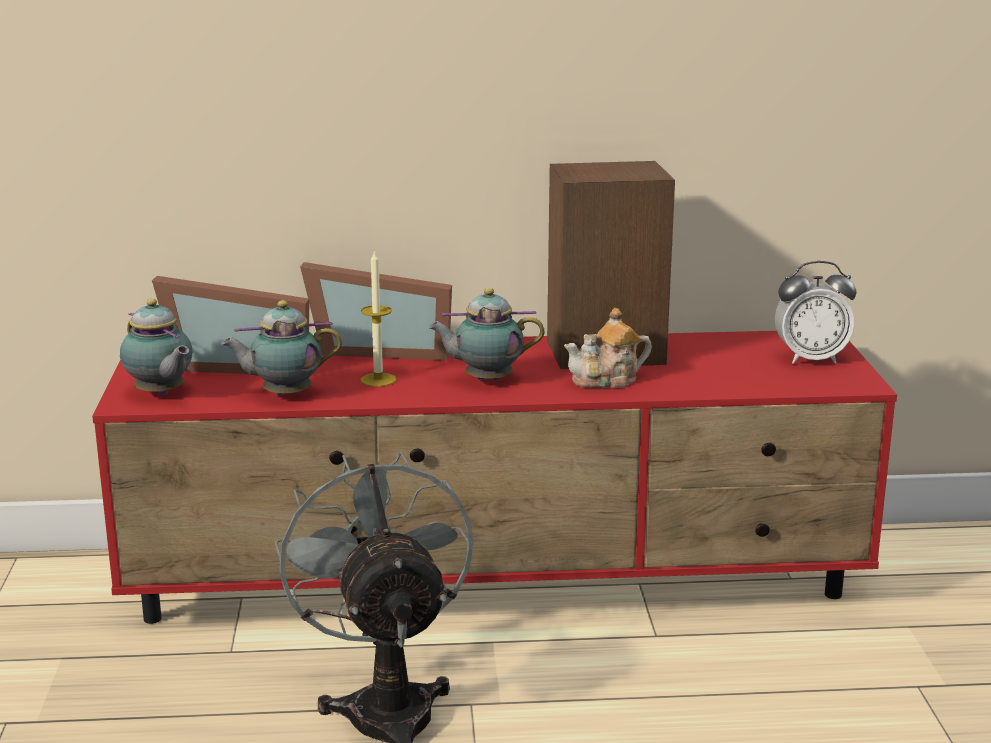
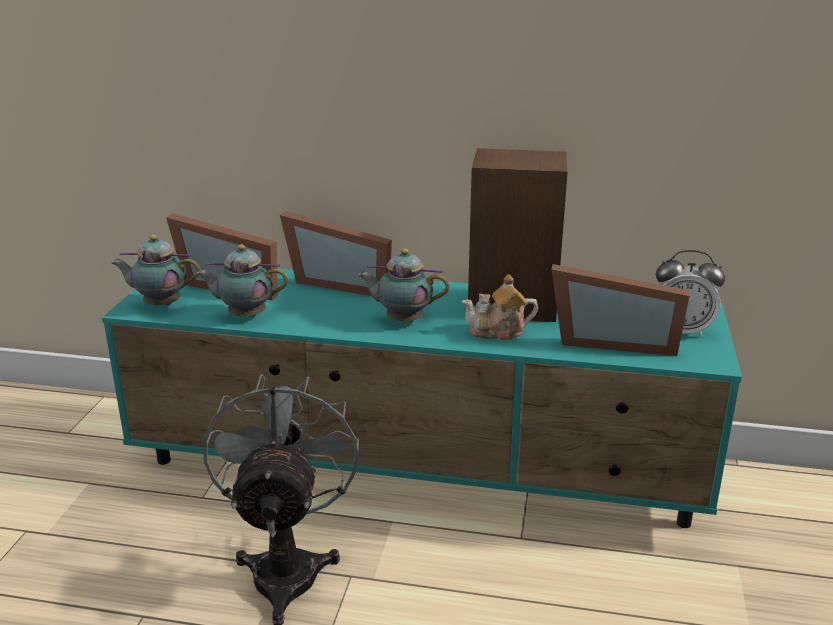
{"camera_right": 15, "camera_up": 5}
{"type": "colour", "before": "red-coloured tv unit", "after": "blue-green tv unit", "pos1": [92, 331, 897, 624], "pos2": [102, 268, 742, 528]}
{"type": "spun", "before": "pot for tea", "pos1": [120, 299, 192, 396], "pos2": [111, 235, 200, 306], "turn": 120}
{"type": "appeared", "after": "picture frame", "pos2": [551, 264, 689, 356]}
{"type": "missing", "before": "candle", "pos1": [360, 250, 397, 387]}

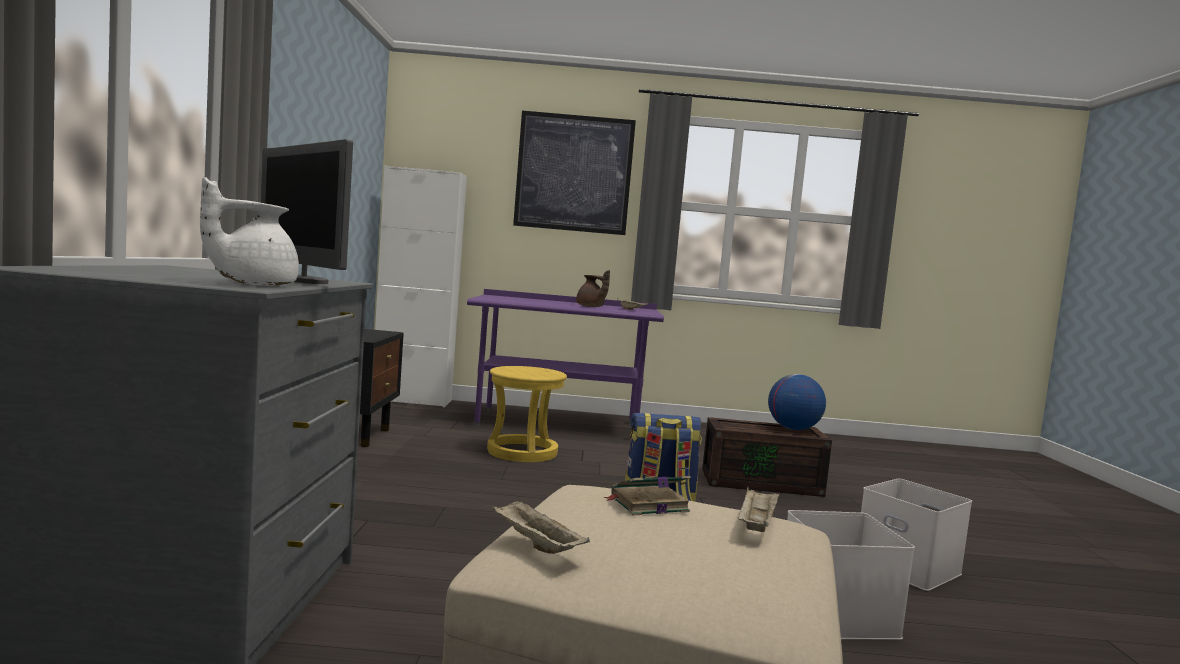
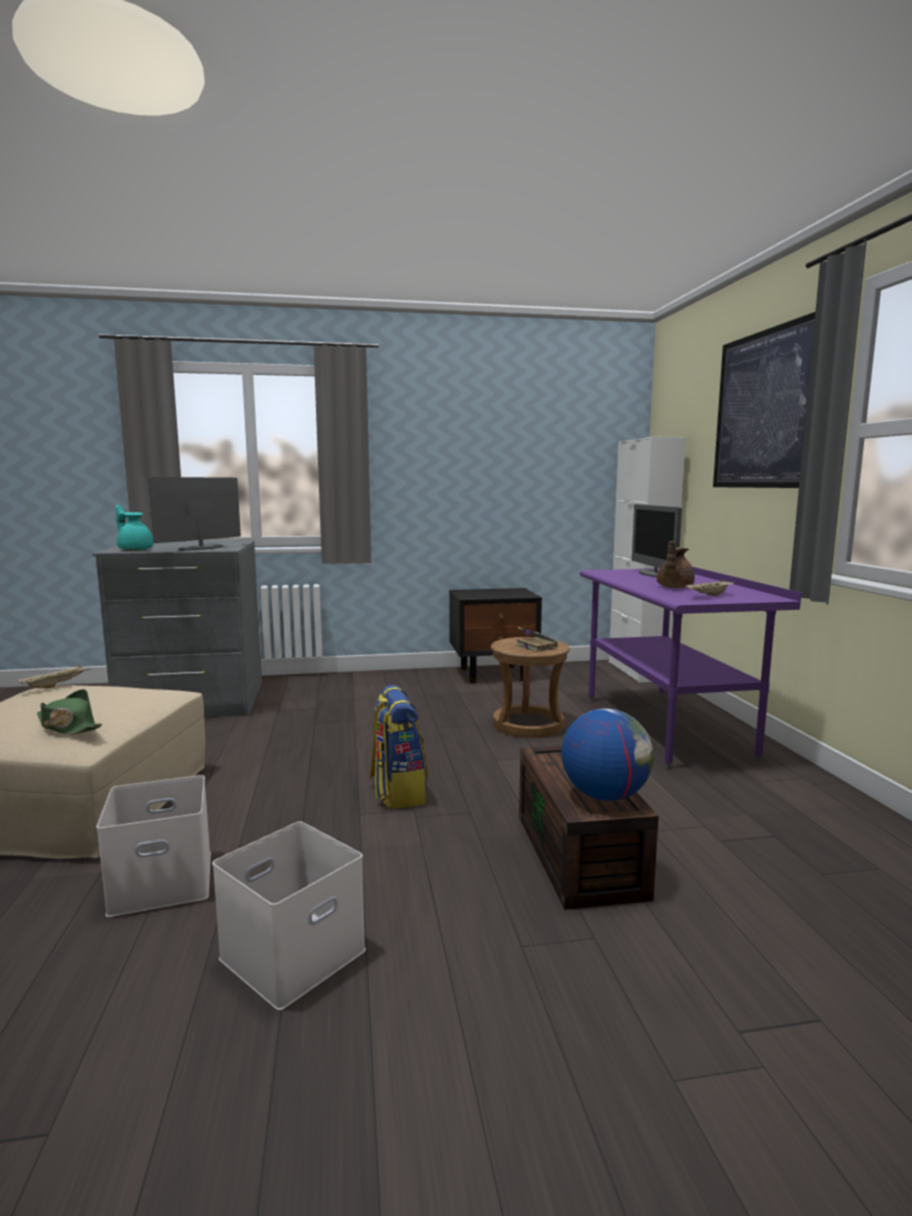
{"camera_right": 80, "camera_up": 5}
{"type": "exchanged", "before": "beige carrying tray", "after": "greenish clothing hat", "pos1": [738, 487, 780, 532], "pos2": [37, 689, 102, 735]}
{"type": "colour", "before": "whitish pot for tea", "after": "blue-green pot for tea", "pos1": [200, 177, 299, 286], "pos2": [116, 505, 154, 551]}
{"type": "colour", "before": "yellow sitting stool", "after": "brown sitting stool", "pos1": [487, 366, 567, 462], "pos2": [491, 637, 570, 738]}
{"type": "relocated", "before": "volume", "pos1": [604, 476, 691, 516], "pos2": [516, 627, 558, 652]}
{"type": "appeared", "after": "computer display", "pos2": [632, 504, 682, 577]}

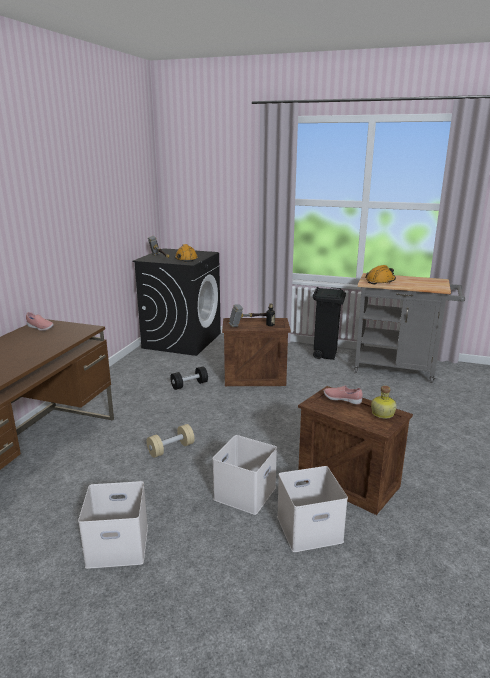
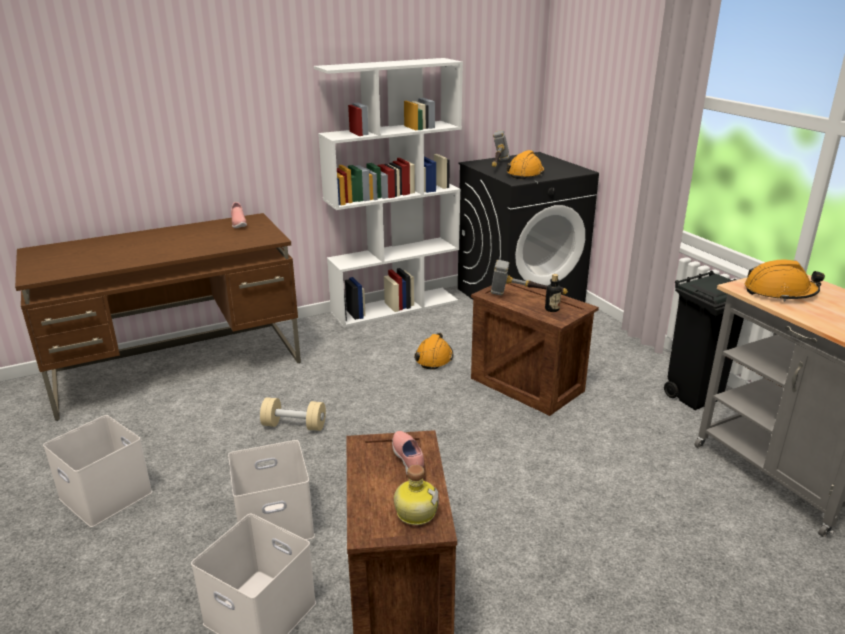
{"camera_right": 45, "camera_up": 5}
{"type": "appeared", "after": "whitish shelving unit", "pos2": [314, 58, 463, 327]}
{"type": "exchanged", "before": "blackish hand weight", "after": "orange-coloured safety helmet", "pos1": [170, 366, 208, 390], "pos2": [414, 333, 453, 370]}

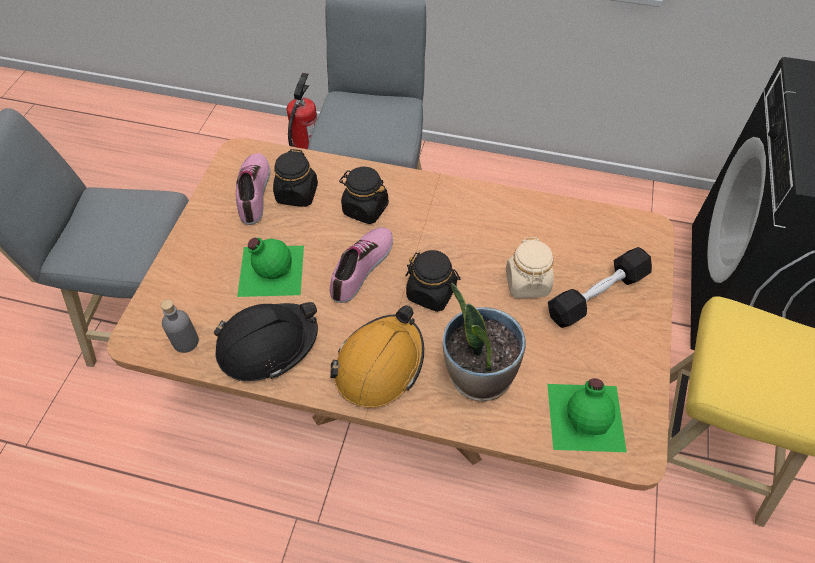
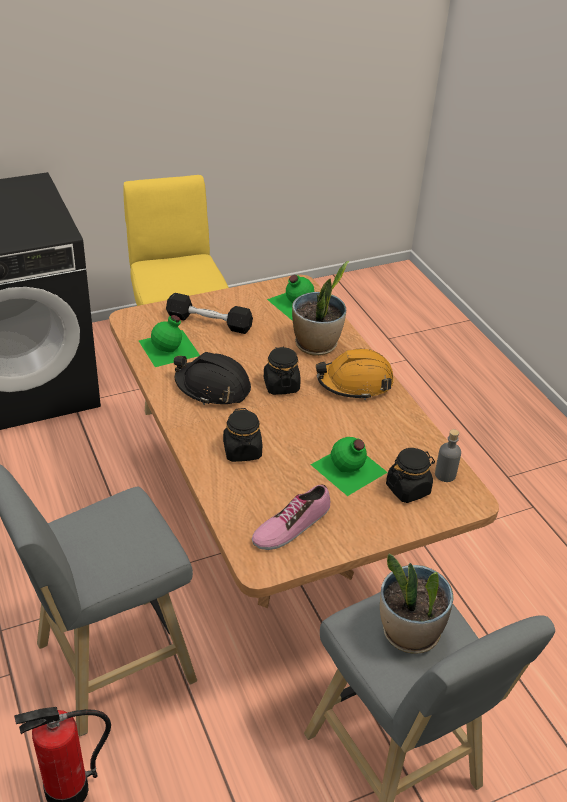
{"camera_right": -130, "camera_up": -15}
{"type": "appeared", "after": "greenish drink bottle", "pos2": [139, 315, 200, 367]}
{"type": "relocated", "before": "blackish safety helmet", "pos1": [214, 302, 318, 381], "pos2": [174, 352, 251, 405]}
{"type": "appeared", "after": "plant in a pot", "pos2": [380, 554, 454, 654]}
{"type": "relocated", "before": "blackish jar", "pos1": [273, 149, 318, 207], "pos2": [386, 448, 435, 503]}
{"type": "missing", "before": "low shoe", "pos1": [330, 227, 393, 303]}
{"type": "missing", "before": "beige jar", "pos1": [506, 237, 554, 298]}

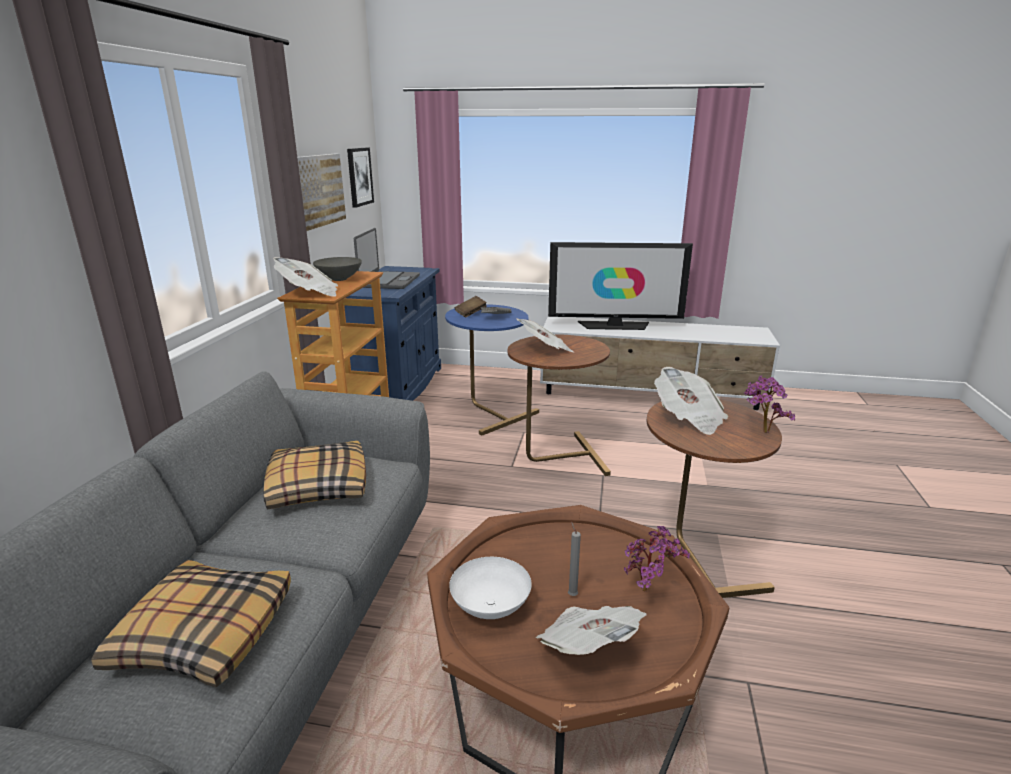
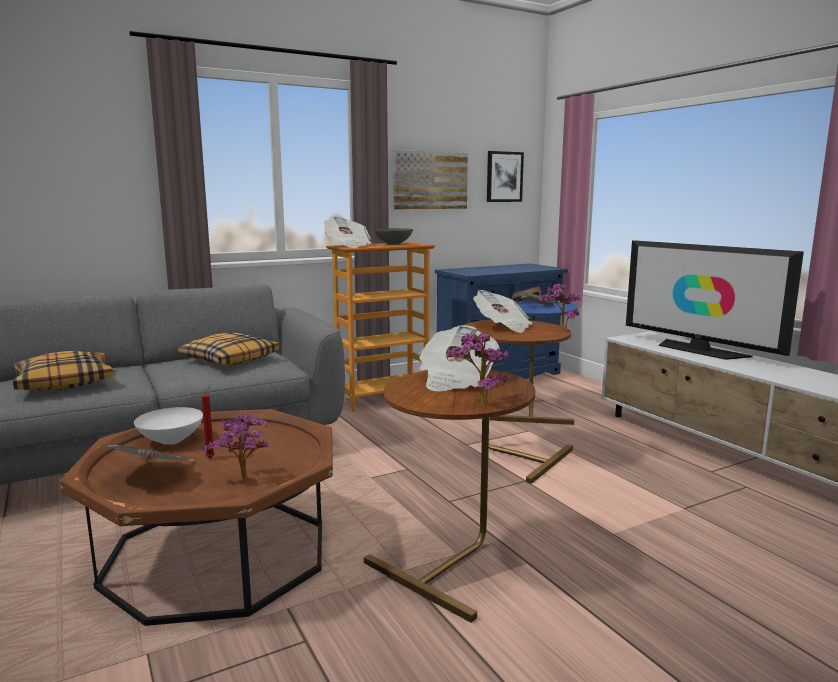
{"camera_right": 50, "camera_up": -10}
{"type": "colour", "before": "gray candle", "after": "red-coloured candle", "pos1": [568, 522, 581, 596], "pos2": [201, 386, 215, 458]}
{"type": "appeared", "after": "plant in a pot", "pos2": [539, 283, 580, 332]}
{"type": "missing", "before": "portable computer", "pos1": [354, 228, 420, 289]}

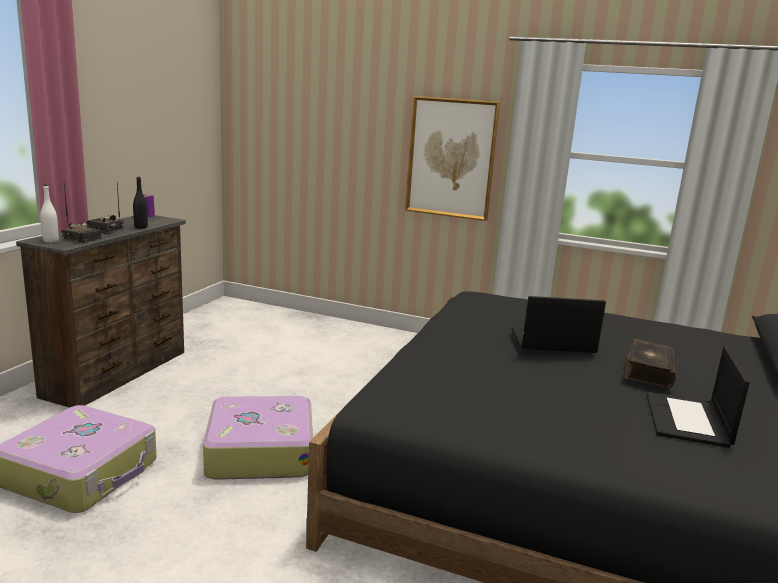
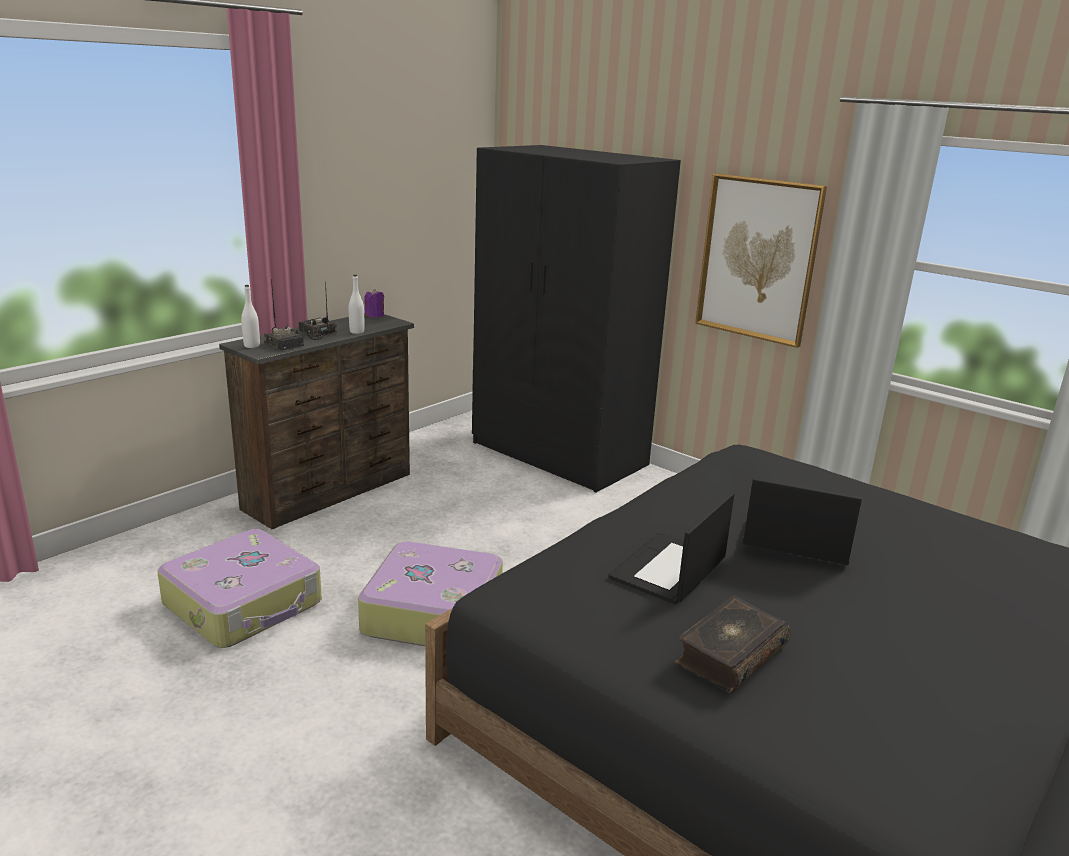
{"camera_right": 20, "camera_up": 5}
{"type": "colour", "before": "blackish drink bottle", "after": "whitish drink bottle", "pos1": [133, 177, 148, 229], "pos2": [348, 275, 365, 334]}
{"type": "appeared", "after": "blackish wardrobe", "pos2": [472, 145, 681, 492]}
{"type": "relocated", "before": "portable computer", "pos1": [646, 346, 750, 448], "pos2": [608, 492, 734, 605]}
{"type": "relocated", "before": "volume", "pos1": [624, 338, 676, 388], "pos2": [674, 596, 791, 693]}

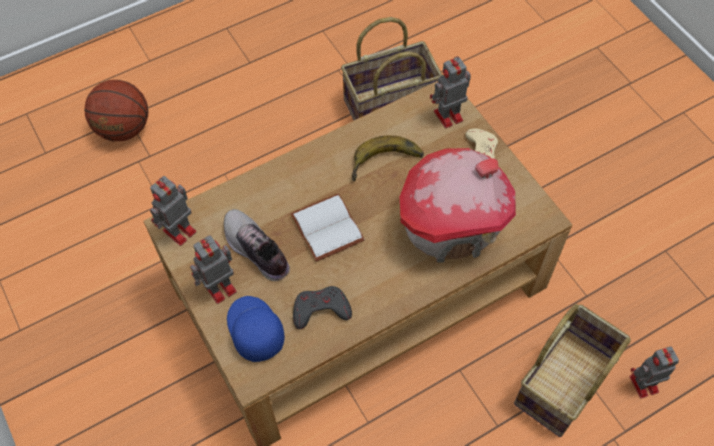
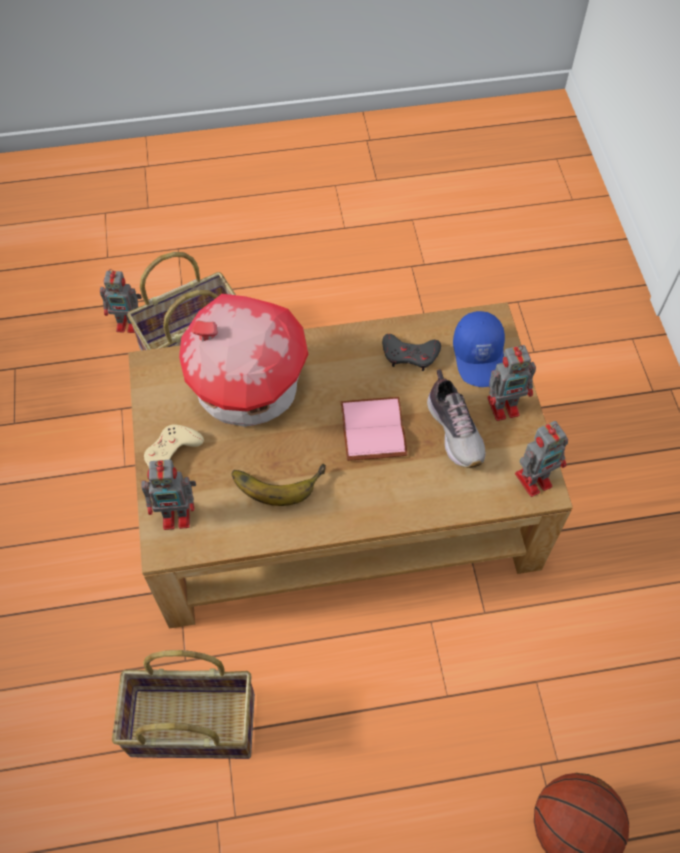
{"camera_right": -160, "camera_up": 0}
{"type": "colour", "before": "whitish volume", "after": "pinkish volume", "pos1": [290, 194, 365, 262], "pos2": [341, 397, 408, 461]}

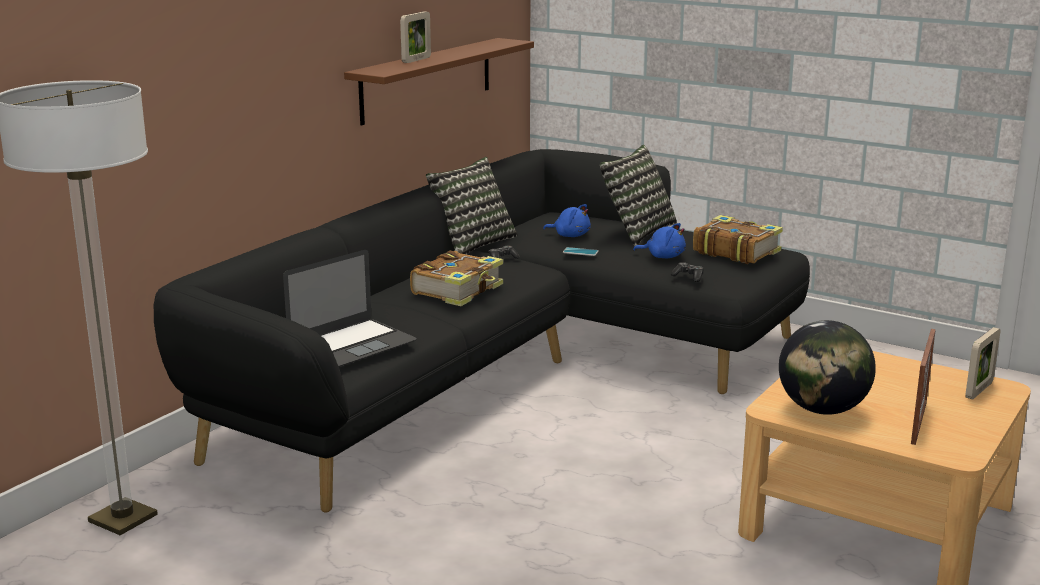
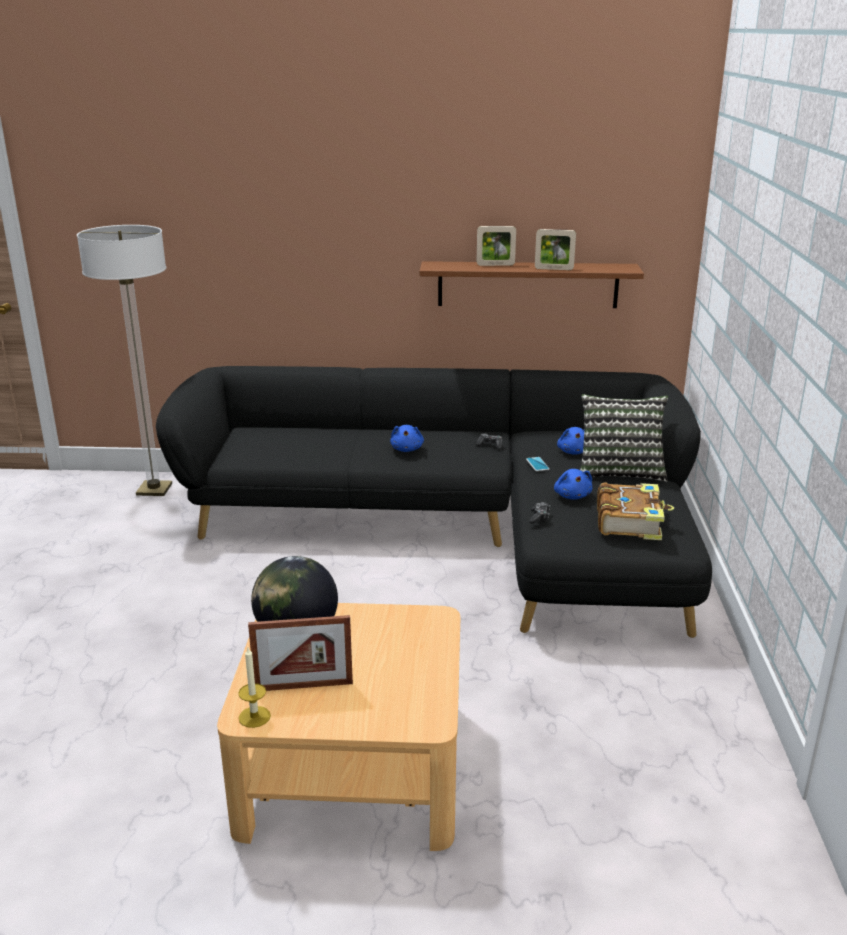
{"camera_right": 60, "camera_up": 5}
{"type": "appeared", "after": "candle", "pos2": [238, 648, 271, 728]}
{"type": "exchanged", "before": "volume", "after": "blue cuddly toy", "pos1": [410, 251, 503, 306], "pos2": [390, 425, 424, 452]}
{"type": "relocated", "before": "picture frame", "pos1": [965, 327, 1000, 399], "pos2": [535, 229, 576, 270]}
{"type": "missing", "before": "portable computer", "pos1": [283, 250, 416, 367]}
{"type": "missing", "before": "throw pillow", "pos1": [426, 157, 518, 255]}

